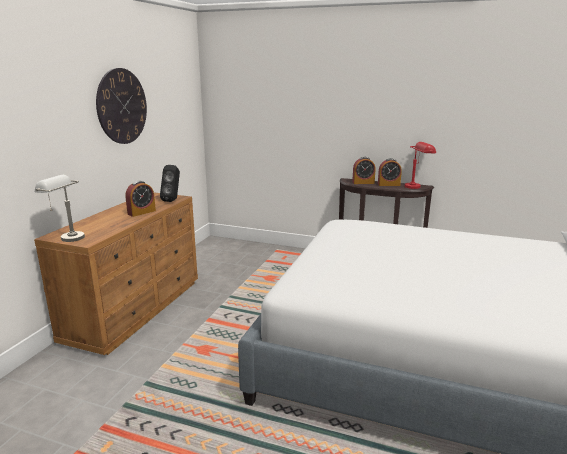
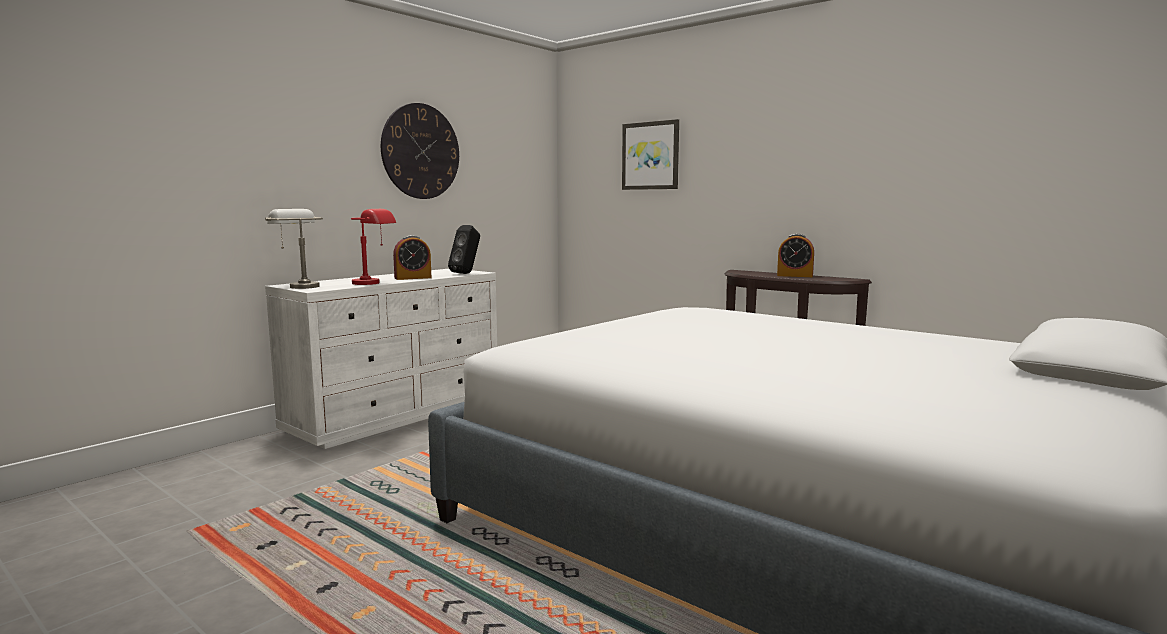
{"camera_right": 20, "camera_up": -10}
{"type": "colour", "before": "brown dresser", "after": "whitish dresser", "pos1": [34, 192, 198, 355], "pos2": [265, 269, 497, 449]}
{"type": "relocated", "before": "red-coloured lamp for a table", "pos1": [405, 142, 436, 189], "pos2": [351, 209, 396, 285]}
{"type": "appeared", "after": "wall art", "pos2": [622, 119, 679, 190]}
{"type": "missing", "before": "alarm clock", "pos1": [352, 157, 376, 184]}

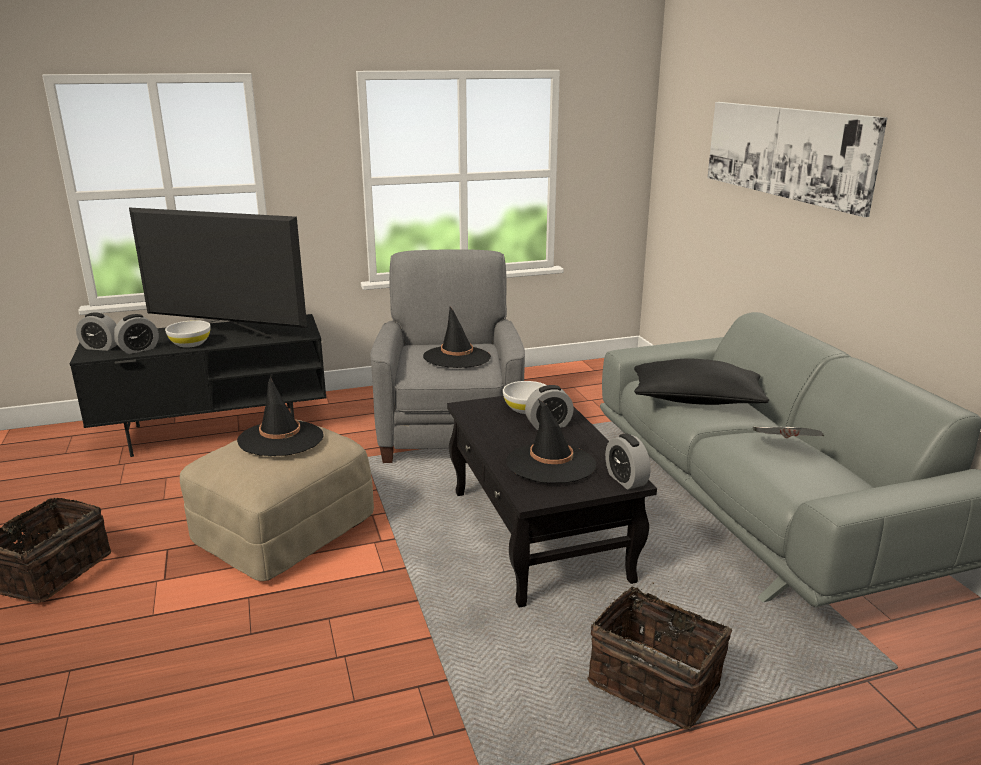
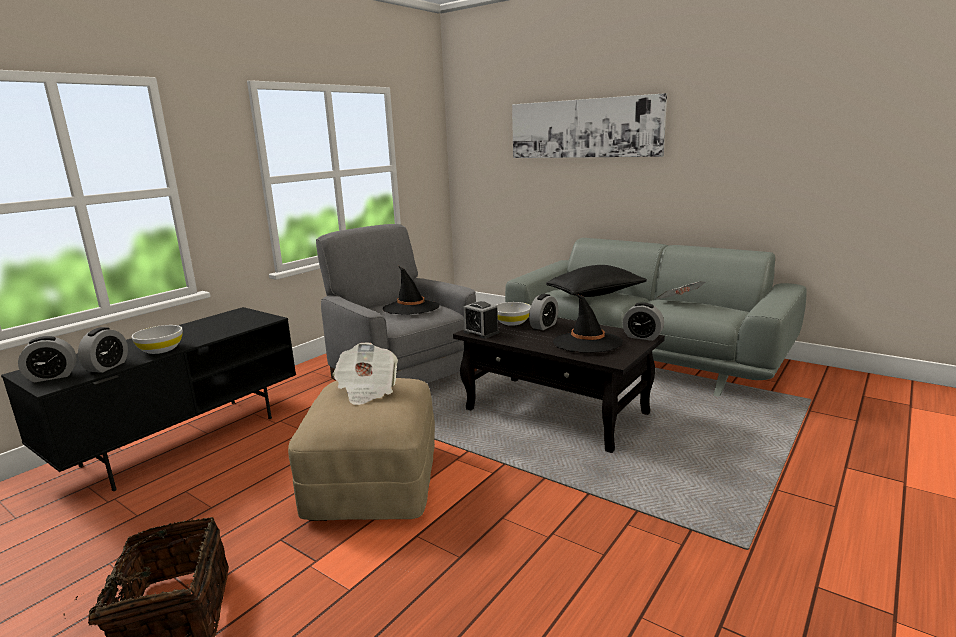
{"camera_right": -35, "camera_up": -5}
{"type": "exchanged", "before": "blackish clothing hat", "after": "printed paper", "pos1": [237, 376, 324, 456], "pos2": [333, 342, 398, 405]}
{"type": "appeared", "after": "alarm clock", "pos2": [463, 301, 499, 339]}
{"type": "missing", "before": "TV set", "pos1": [129, 207, 307, 339]}
{"type": "missing", "before": "household basket", "pos1": [587, 582, 732, 729]}

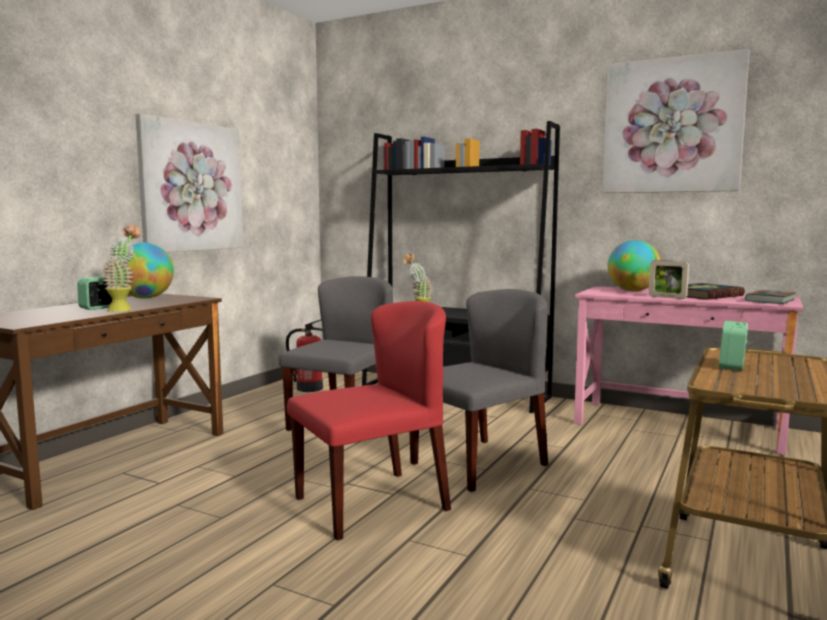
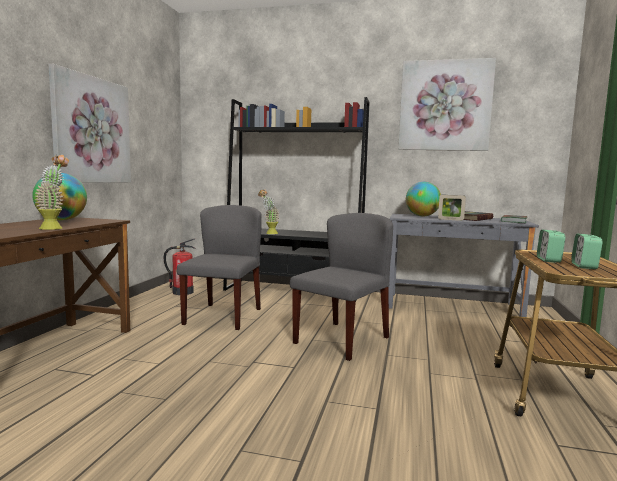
{"camera_right": -15, "camera_up": 0}
{"type": "colour", "before": "pinkish desk", "after": "gray desk", "pos1": [574, 286, 803, 456], "pos2": [388, 214, 539, 317]}
{"type": "relocated", "before": "alarm clock", "pos1": [77, 276, 112, 310], "pos2": [571, 234, 602, 269]}
{"type": "missing", "before": "red-coloured plain chair", "pos1": [287, 301, 451, 540]}

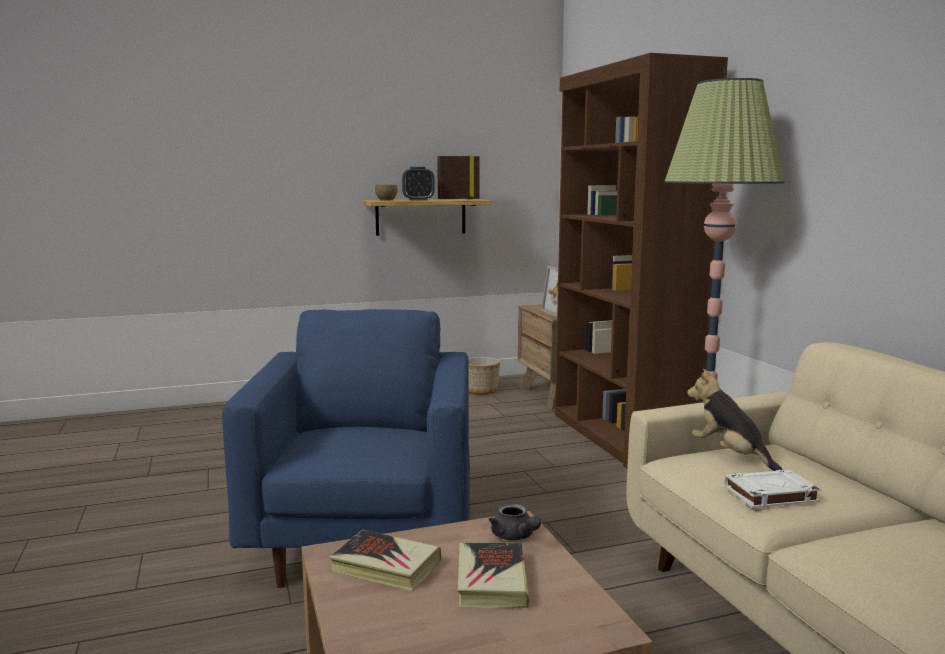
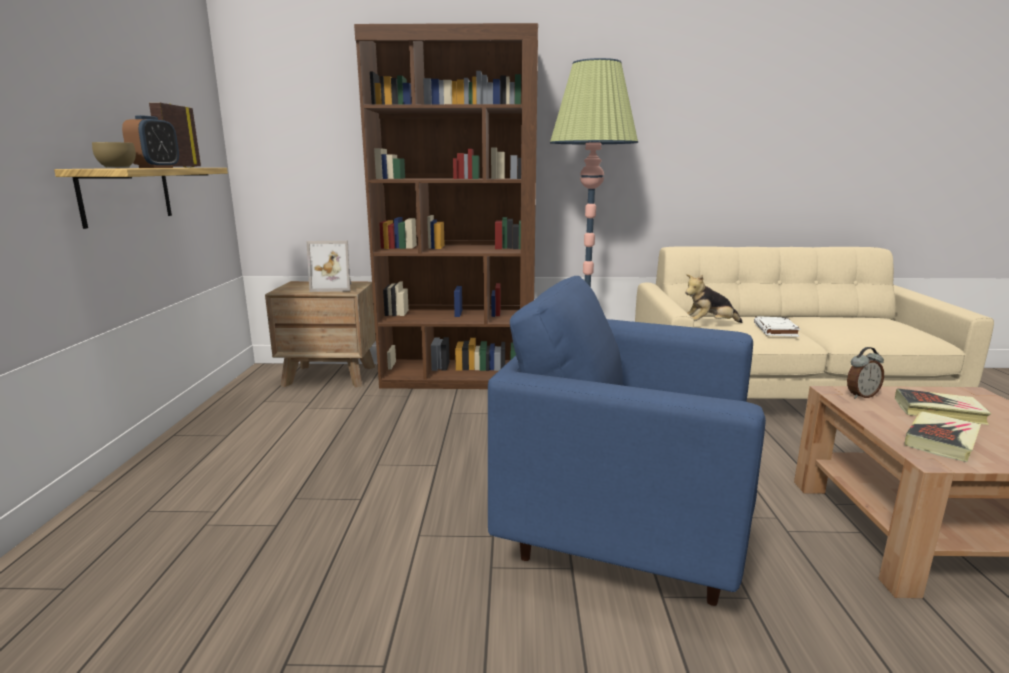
{"camera_right": -70, "camera_up": 5}
{"type": "exchanged", "before": "gray pot for tea", "after": "alarm clock", "pos1": [489, 504, 541, 541], "pos2": [847, 347, 884, 399]}
{"type": "missing", "before": "planter", "pos1": [468, 357, 500, 395]}

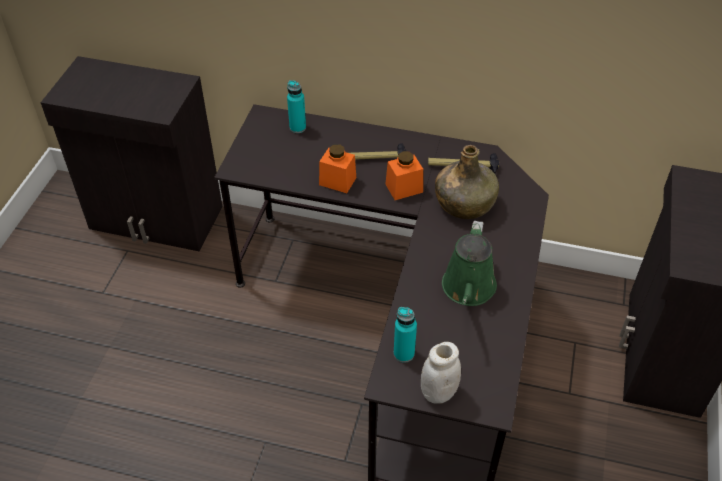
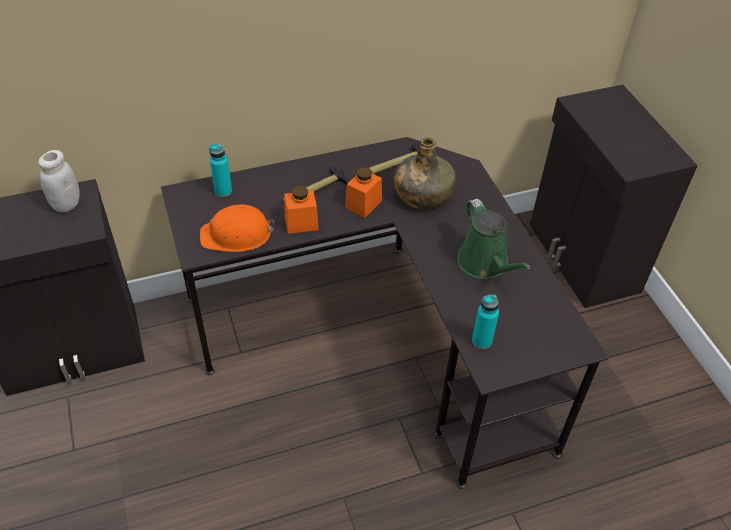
{"camera_right": -35, "camera_up": 0}
{"type": "relocated", "before": "whitish jar", "pos1": [421, 342, 461, 404], "pos2": [38, 150, 79, 212]}
{"type": "appeared", "after": "orange-coloured safety helmet", "pos2": [200, 204, 275, 252]}

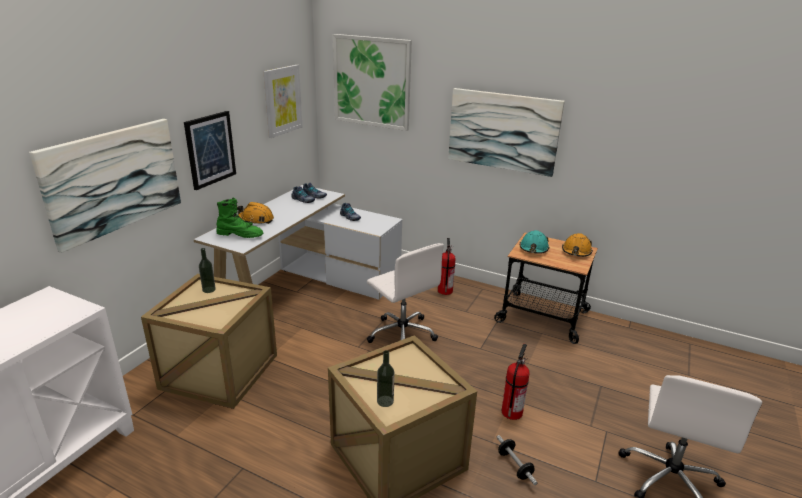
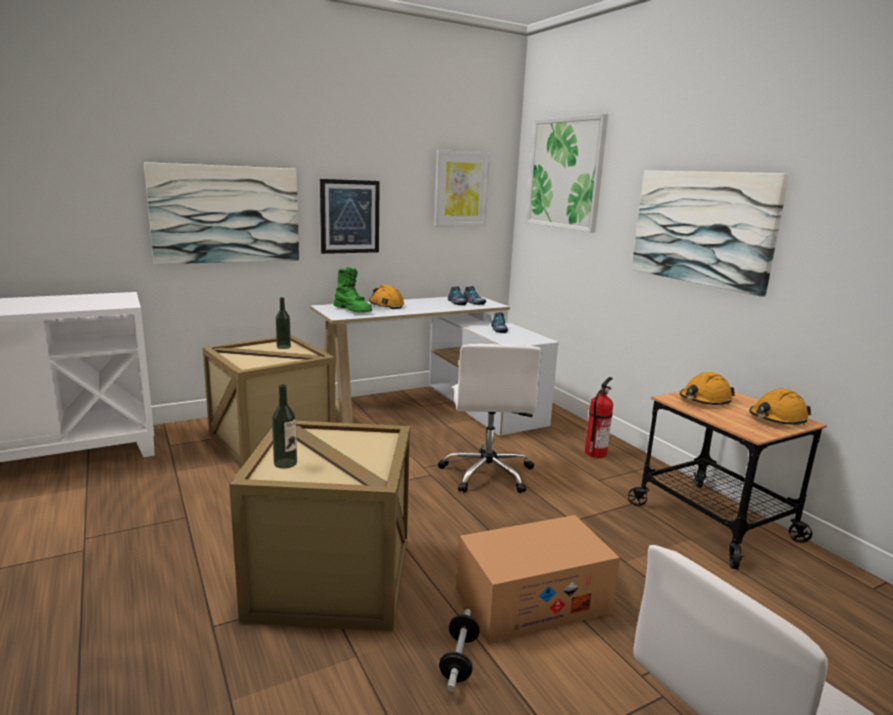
{"camera_right": 35, "camera_up": -10}
{"type": "exchanged", "before": "extinguisher", "after": "cardboard box", "pos1": [501, 344, 529, 420], "pos2": [457, 515, 620, 644]}
{"type": "colour", "before": "blue-green safety helmet", "after": "orange-coloured safety helmet", "pos1": [520, 230, 550, 254], "pos2": [680, 372, 735, 405]}

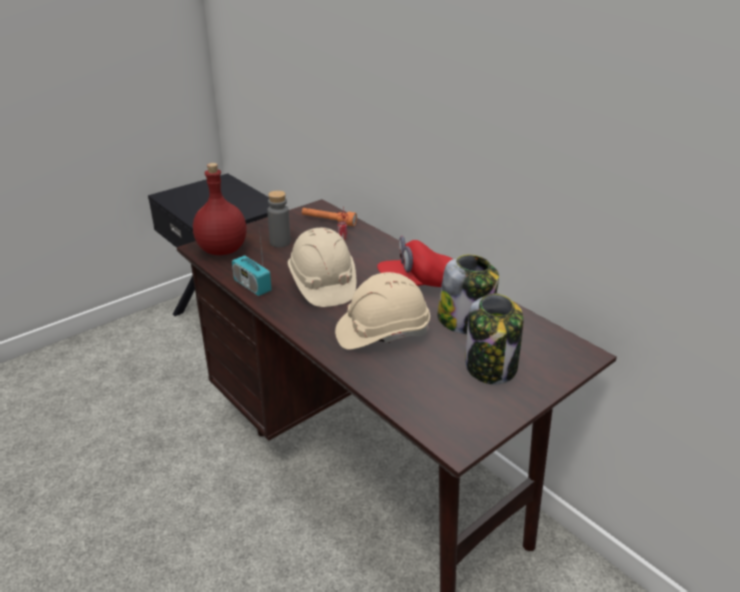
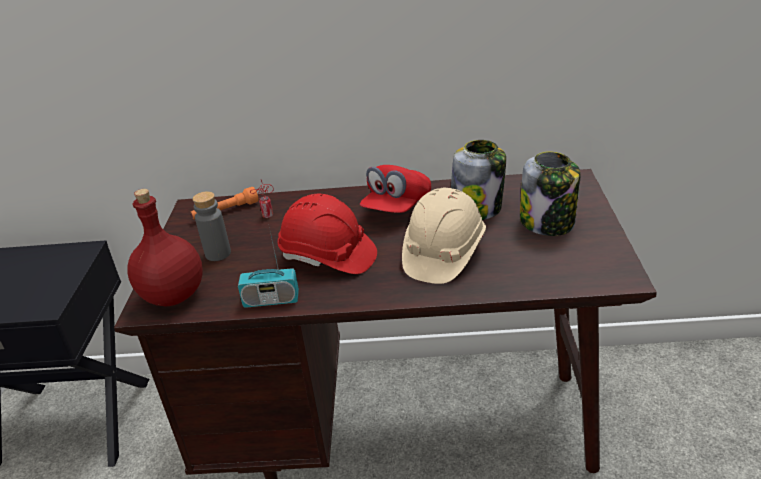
{"camera_right": -45, "camera_up": 0}
{"type": "colour", "before": "beige safety helmet", "after": "red-coloured safety helmet", "pos1": [288, 227, 356, 307], "pos2": [277, 194, 377, 274]}

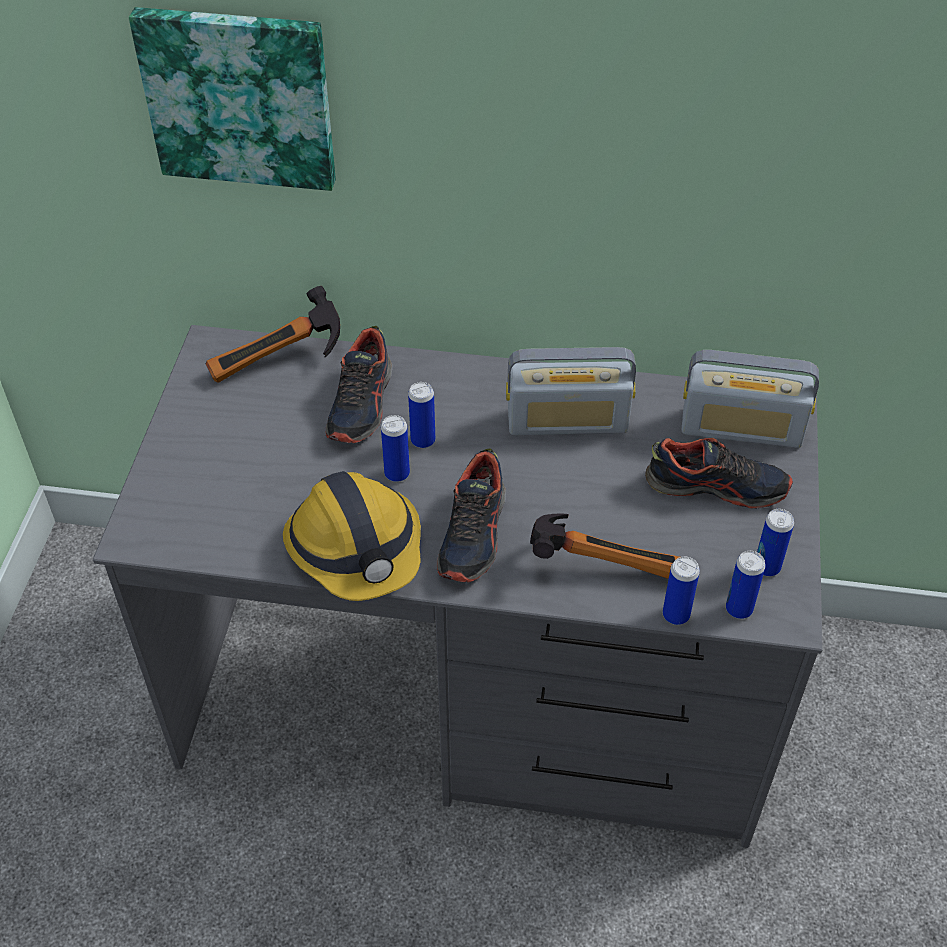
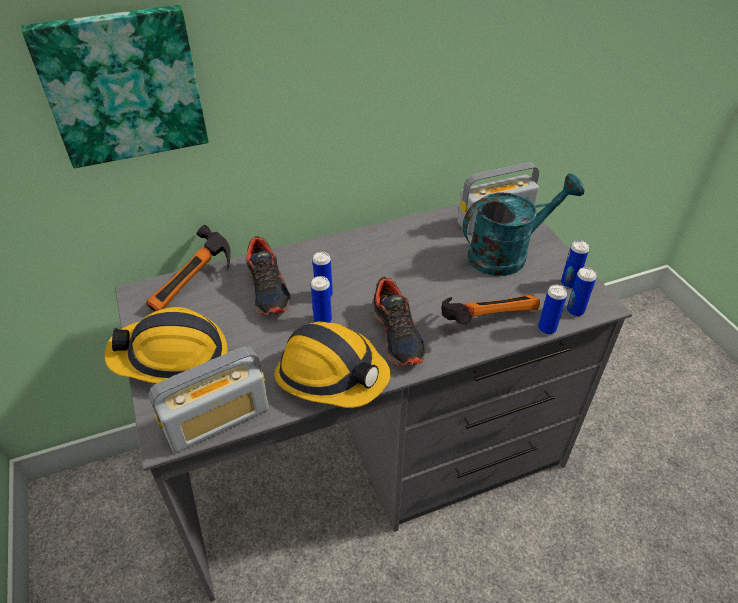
{"camera_right": -30, "camera_up": -5}
{"type": "appeared", "after": "safety helmet", "pos2": [105, 307, 228, 383]}
{"type": "relocated", "before": "radio set", "pos1": [506, 347, 636, 435], "pos2": [148, 347, 269, 453]}
{"type": "exchanged", "before": "low shoe", "after": "blue-green sprinkling can", "pos1": [645, 438, 793, 509], "pos2": [462, 174, 584, 276]}

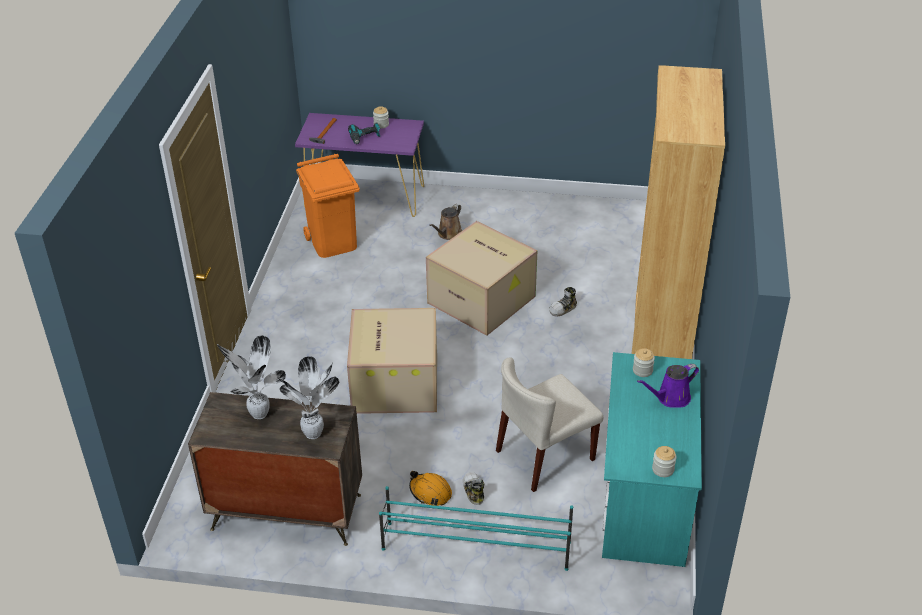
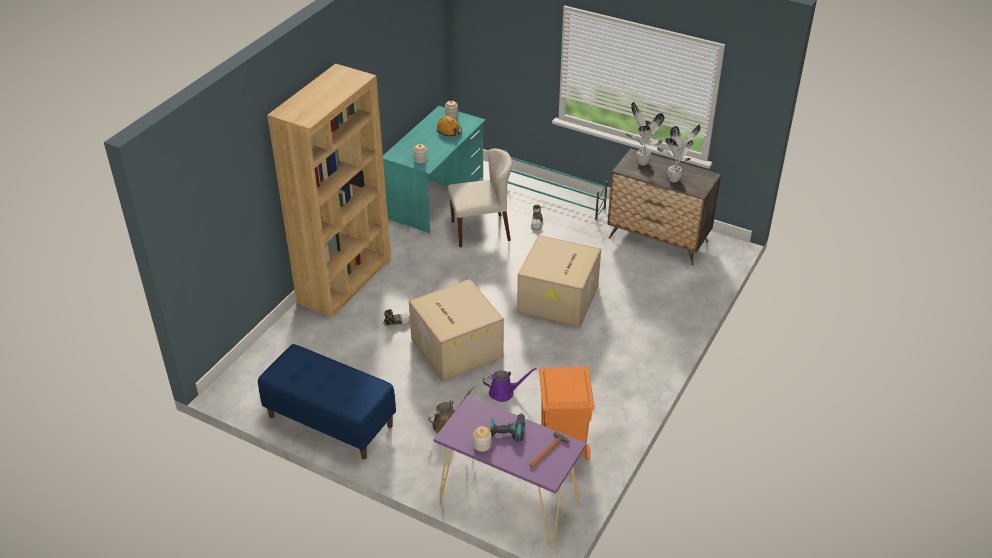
{"camera_right": -160, "camera_up": 0}
{"type": "appeared", "after": "blue indoor bench", "pos2": [258, 344, 396, 459]}
{"type": "relocated", "before": "orange-coloured safety helmet", "pos1": [409, 471, 452, 506], "pos2": [437, 116, 462, 136]}
{"type": "relocated", "before": "purple sprinkling can", "pos1": [637, 364, 699, 408], "pos2": [483, 368, 537, 402]}

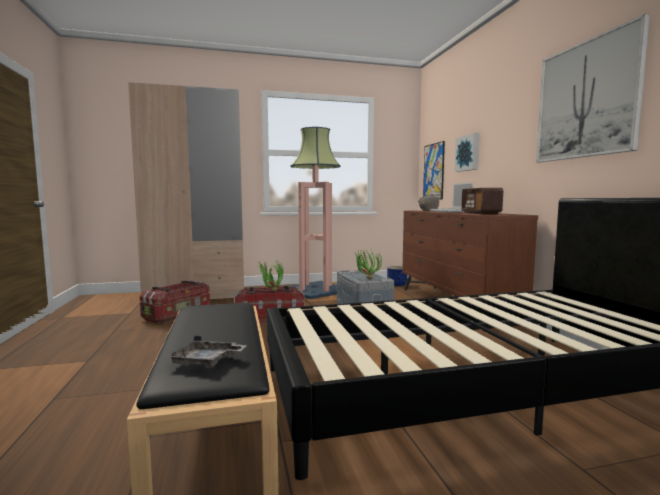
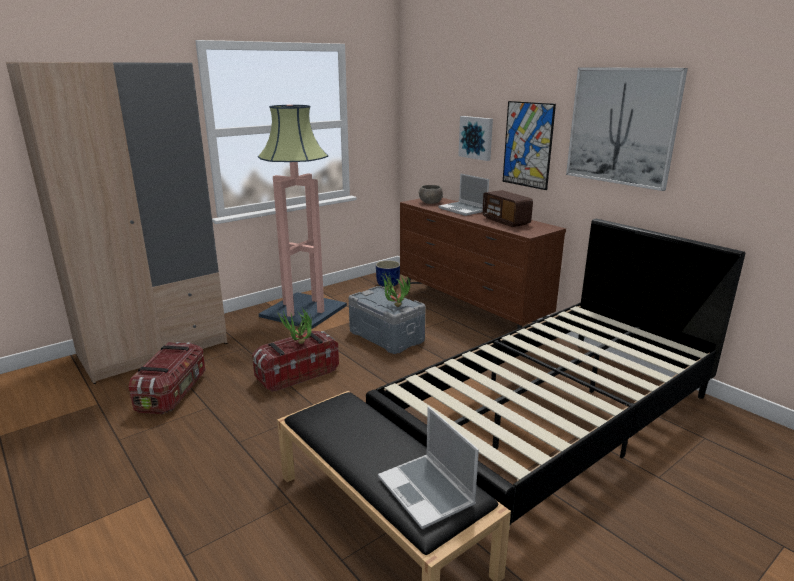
{"camera_right": -25, "camera_up": 15}
{"type": "exchanged", "before": "gray carrying tray", "after": "portable computer", "pos1": [166, 335, 247, 367], "pos2": [378, 406, 479, 529]}
{"type": "relocated", "before": "wall art", "pos1": [423, 141, 445, 200], "pos2": [503, 101, 556, 190]}

